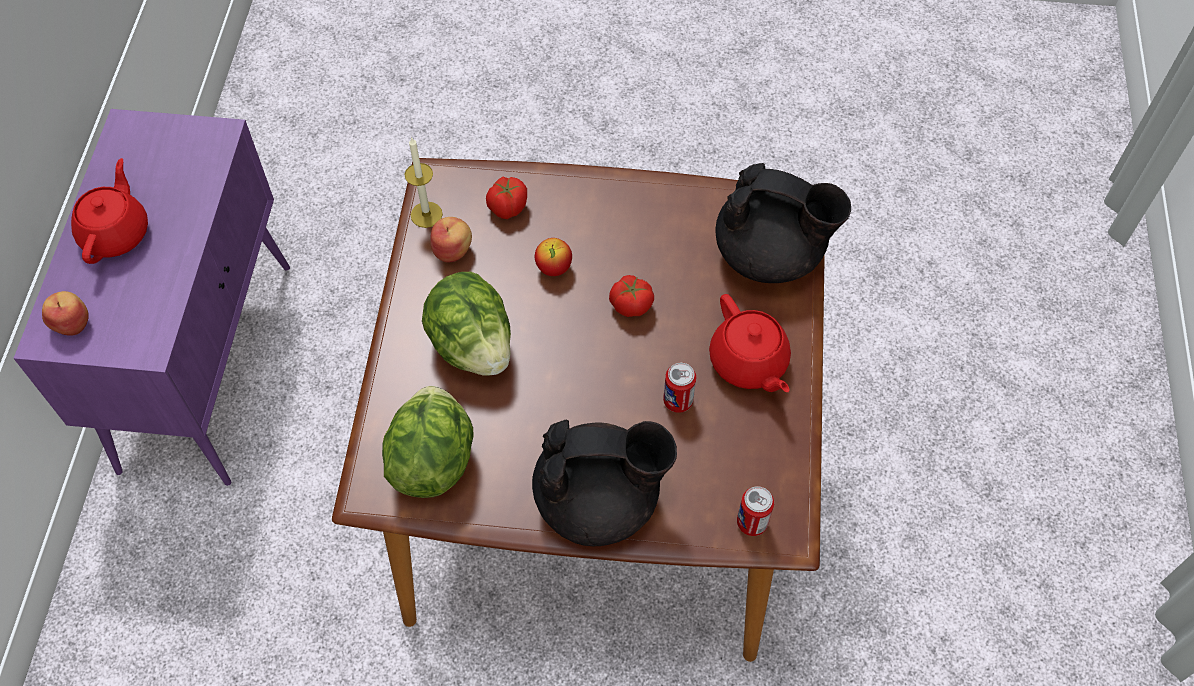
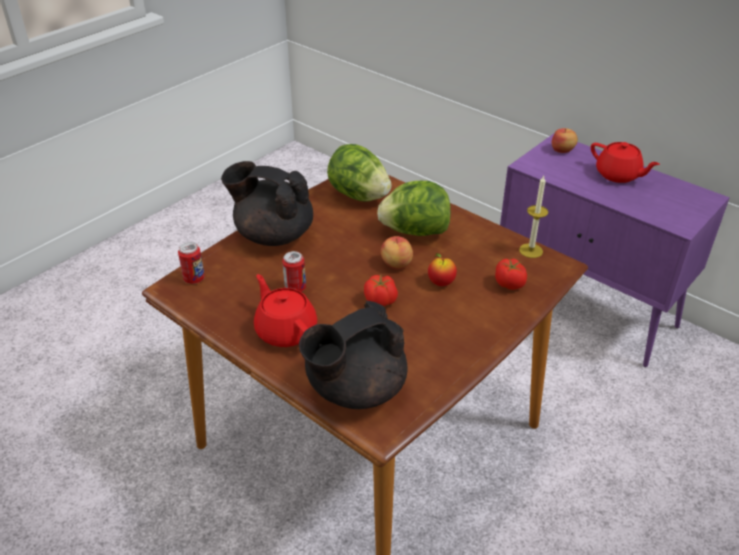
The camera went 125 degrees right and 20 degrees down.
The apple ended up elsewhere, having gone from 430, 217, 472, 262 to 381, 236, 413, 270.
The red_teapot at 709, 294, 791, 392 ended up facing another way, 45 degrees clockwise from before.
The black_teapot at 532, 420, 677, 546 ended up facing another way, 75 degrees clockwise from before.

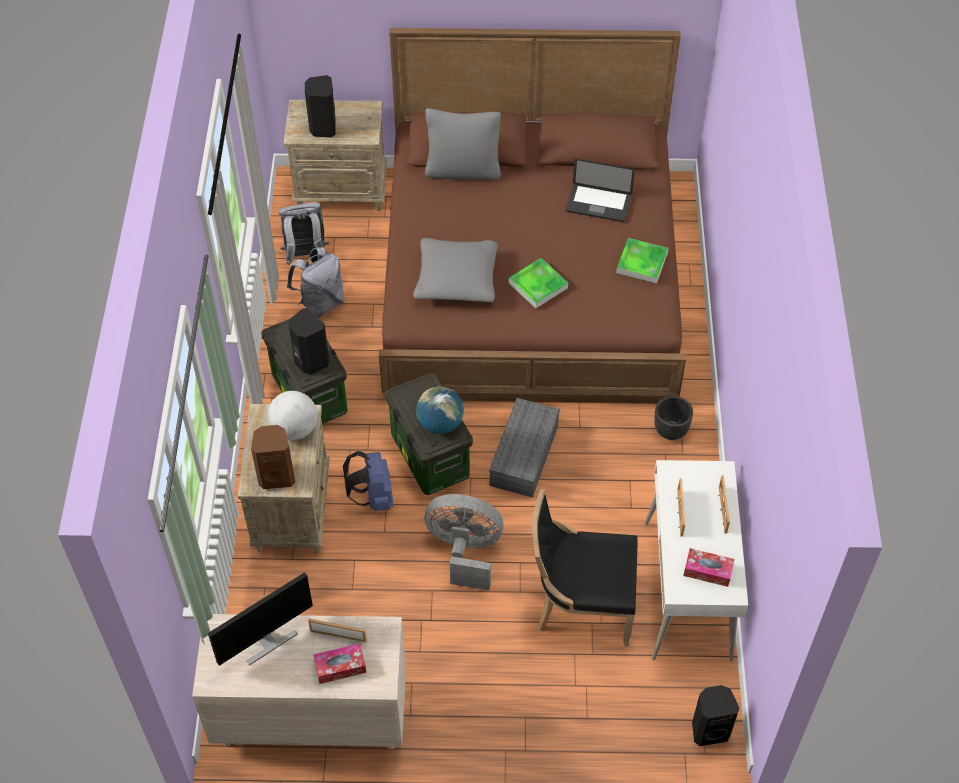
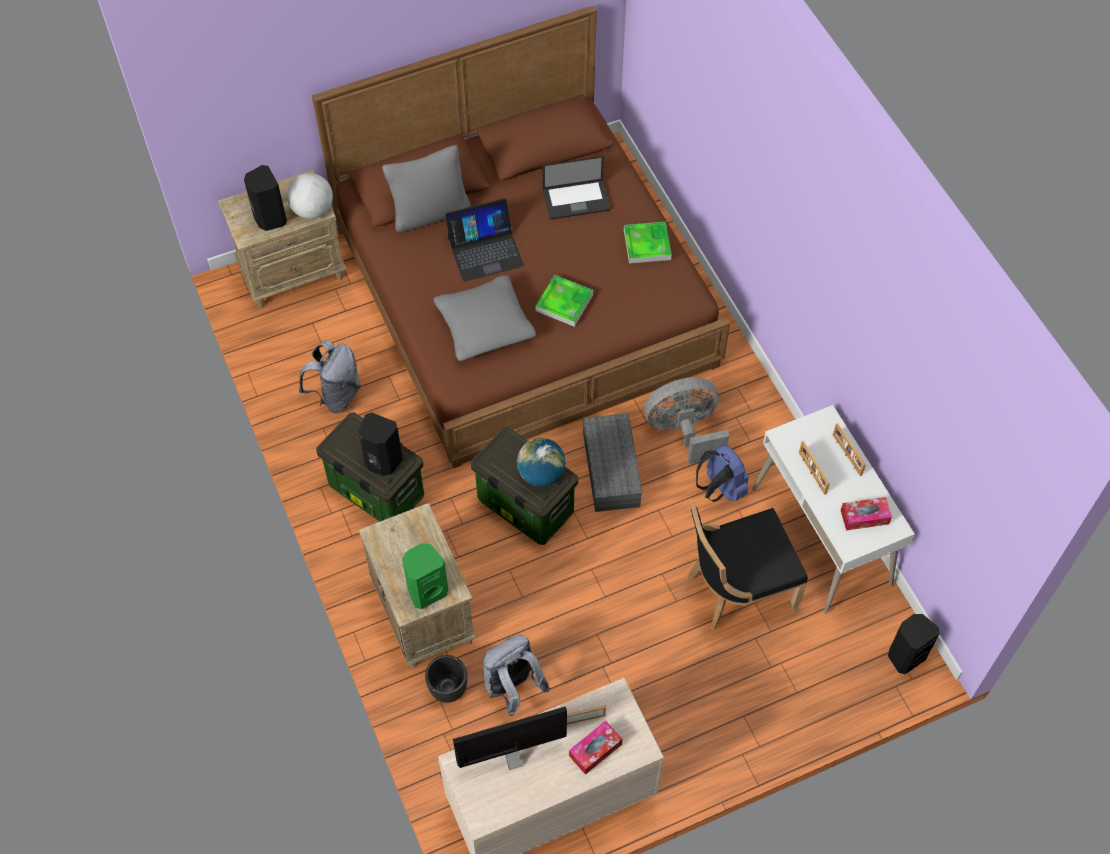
The camera went 25 degrees left and 5 degrees up.
The grey_backpack ended up elsewhere, having gone from 278, 202, 329, 266 to 483, 635, 550, 716.
The globe ended up elsewhere, having gone from 267, 391, 317, 440 to 287, 173, 333, 219.
The black_planter ended up elsewhere, having gone from 654, 396, 693, 440 to 425, 655, 467, 703.
What was the brown_speaker at 251, 425, 295, 489 turned into the green_speaker at 402, 544, 448, 609.
The blue_backpack ended up elsewhere, having gone from 343, 451, 394, 511 to 696, 445, 749, 502.
The grey_fan ended up elsewhere, having gone from 424, 494, 503, 591 to 644, 377, 729, 464.
The monitor at 208, 572, 313, 666 ended up facing another way, 135 degrees counterclockwise from before.
The second view gained the laptop at 445, 198, 524, 282.

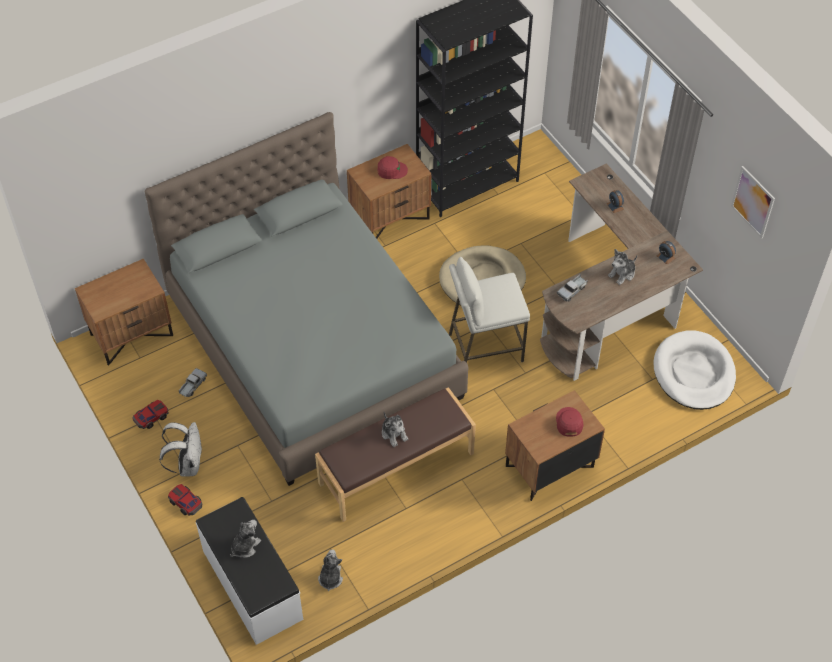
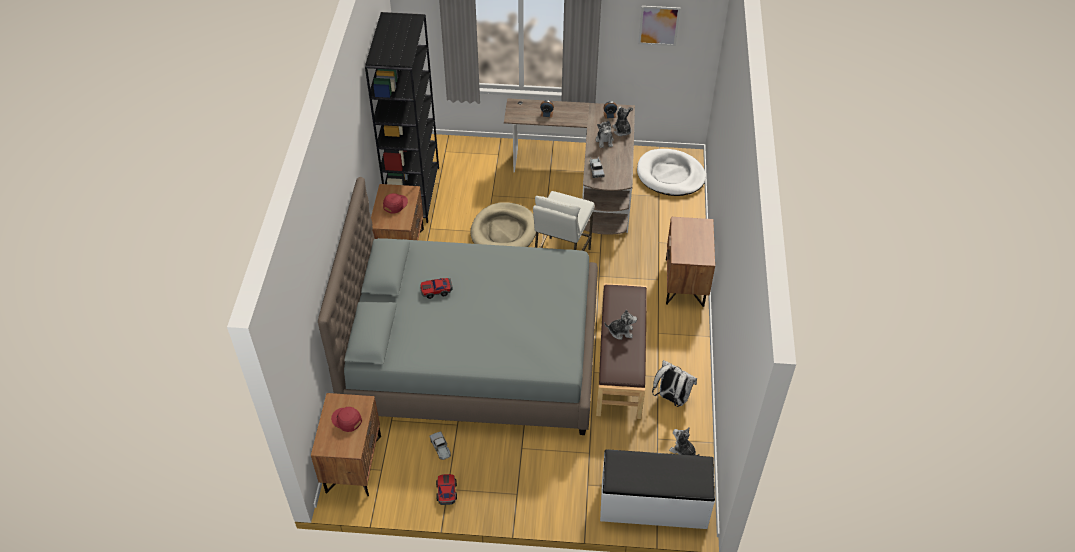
The camera went 55 degrees left and 5 degrees down.
The red_cap ended up elsewhere, having gone from 556, 407, 583, 437 to 331, 407, 362, 432.
The white_backpack ended up elsewhere, having gone from 159, 422, 203, 477 to 652, 360, 697, 407.
The toy_car ended up elsewhere, having gone from 168, 484, 203, 516 to 420, 278, 453, 299.
The plush_toy ended up elsewhere, having gone from 230, 520, 261, 558 to 613, 107, 631, 136.

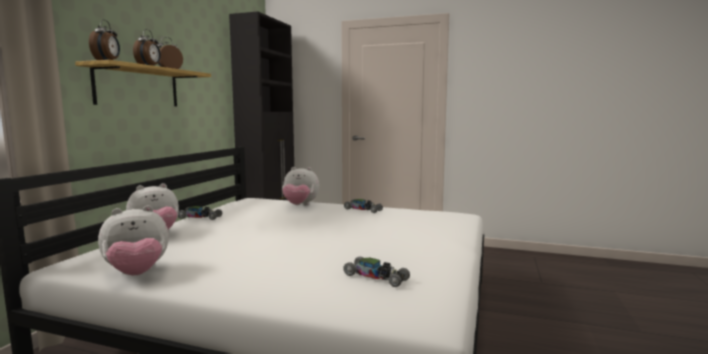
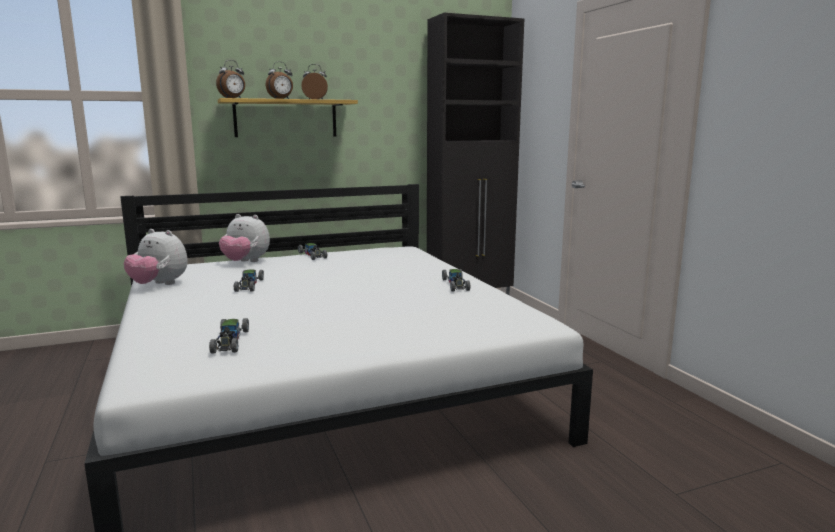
The camera went 50 degrees right and 5 degrees up.
The second view lost the plush_toy at 282, 167, 319, 206.
The second view gained the toy_car at 234, 269, 264, 292.

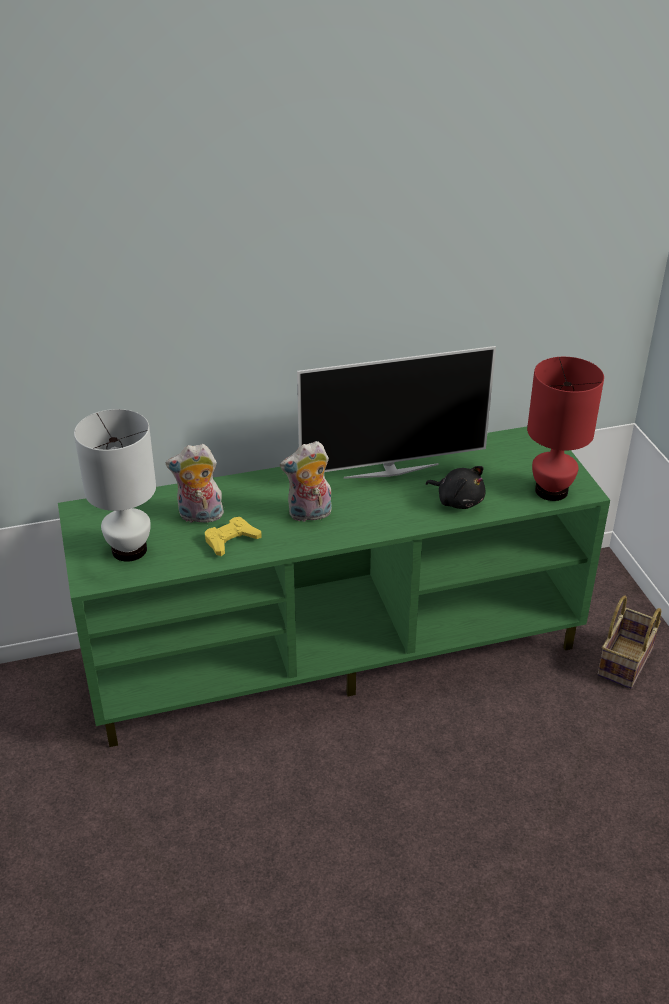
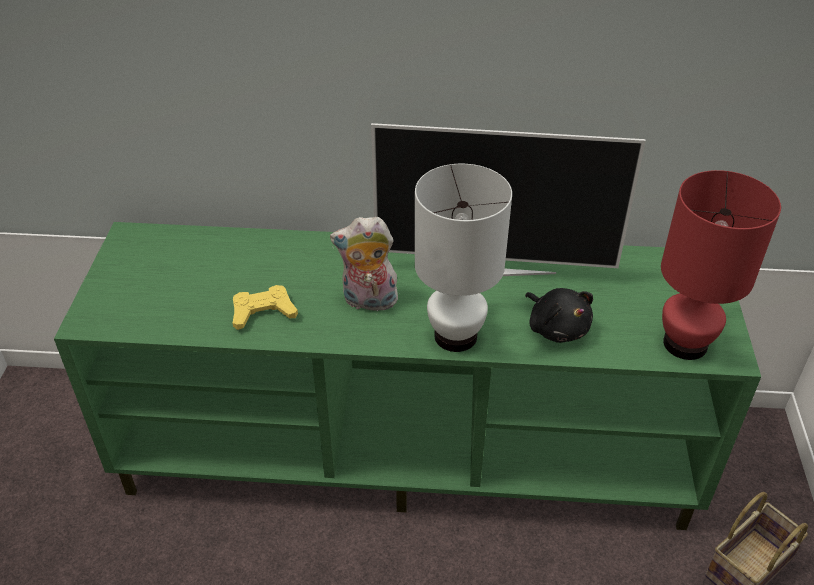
The camera went 20 degrees right and 5 degrees up.
The white_table_lamp ended up elsewhere, having gone from 74, 409, 156, 562 to 415, 164, 512, 352.
The second view lost the plush_toy at 166, 444, 225, 523.

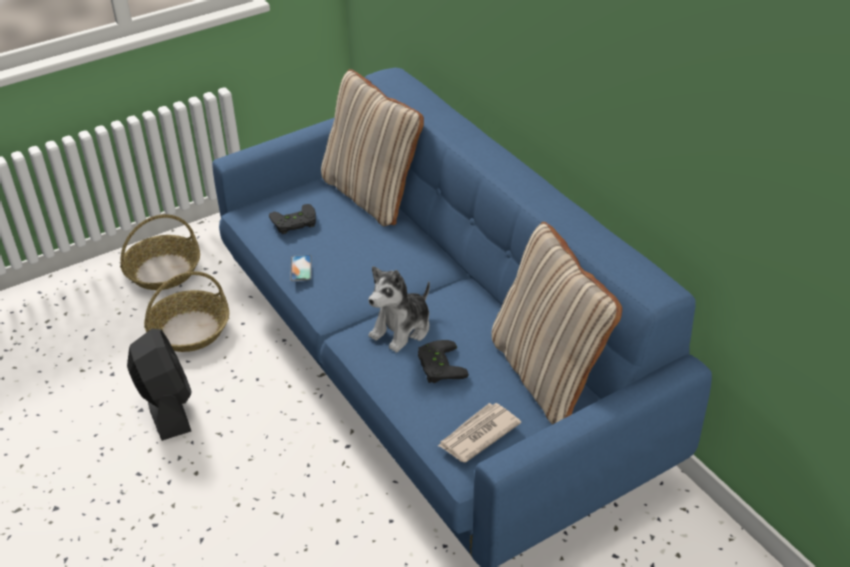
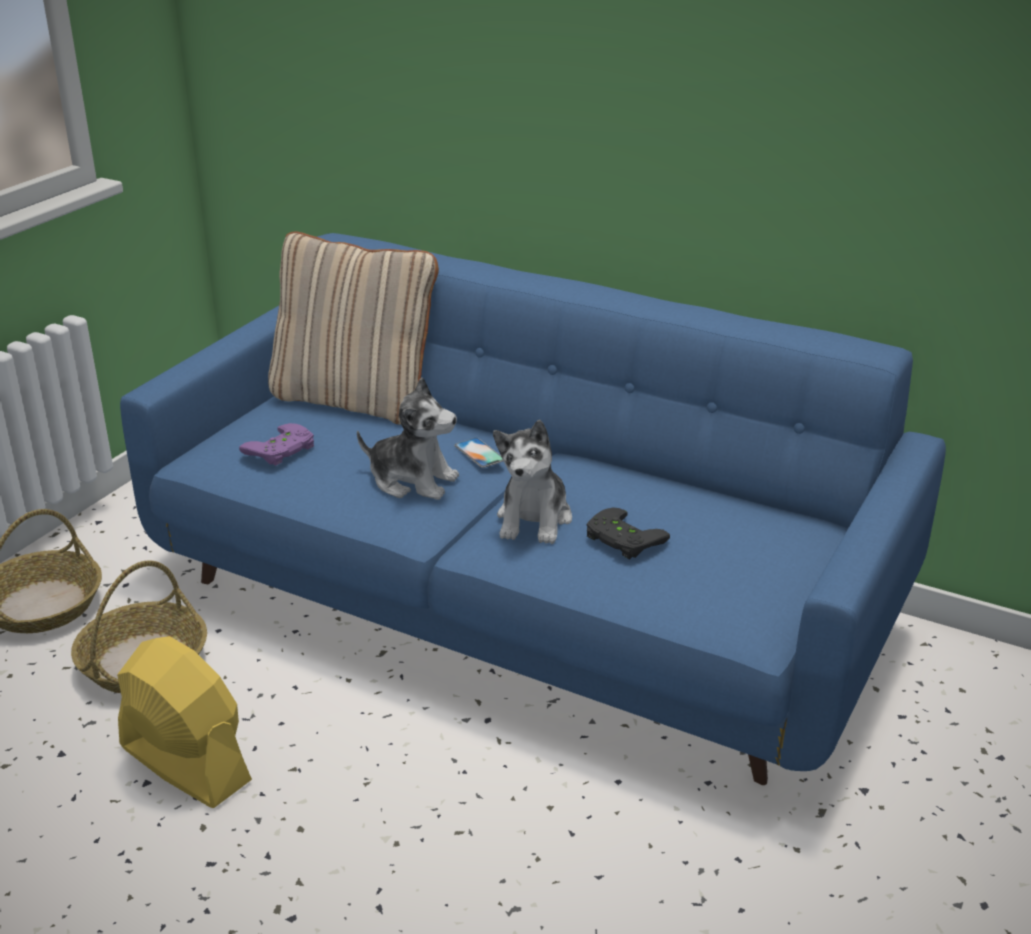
The camera went 30 degrees left and 10 degrees down.
What was the black_game_controller at 269, 204, 316, 234 turned into the purple_game_controller at 239, 423, 314, 466.
The second view lost the beige_pillow at 491, 222, 622, 425.
The phone ended up elsewhere, having gone from 290, 255, 312, 281 to 454, 438, 503, 468.
What was the black_fan at 127, 329, 191, 441 turned into the yellow_fan at 117, 636, 252, 808.
The second view lost the newspaper at 438, 403, 521, 463.
The second view gained the plush_toy at 357, 377, 459, 500.

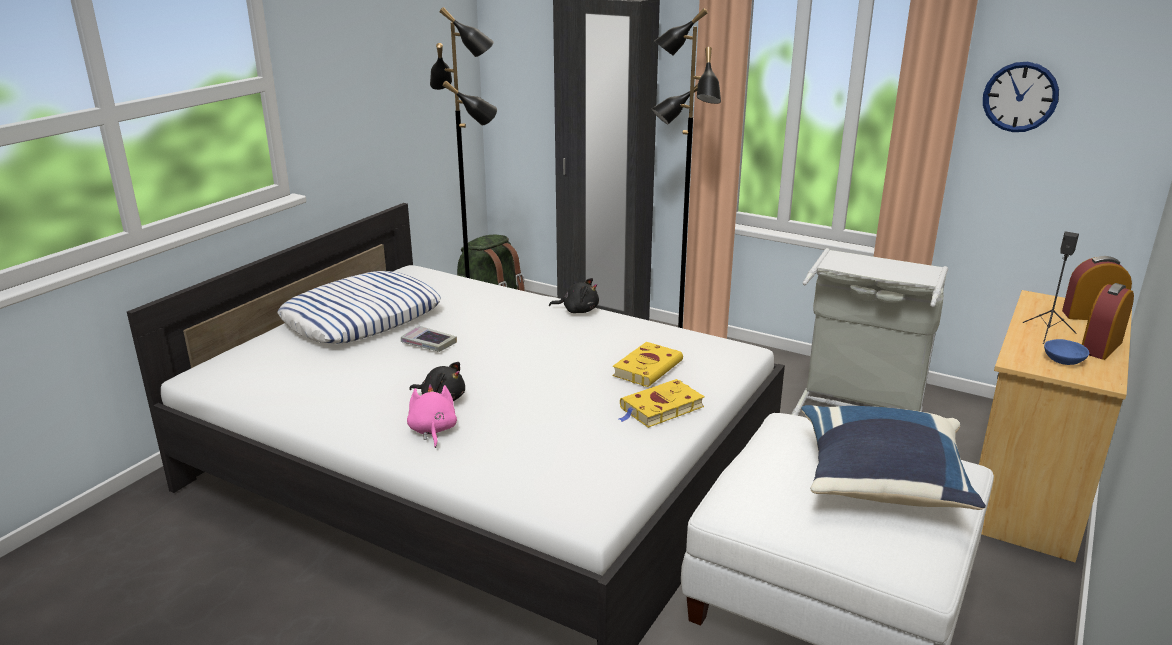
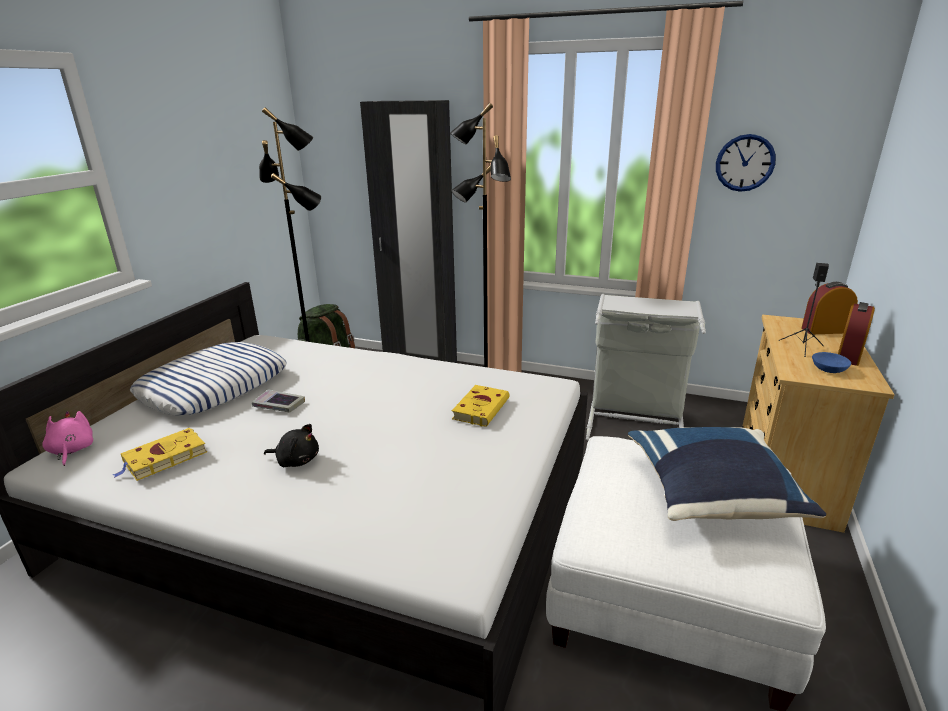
The camera went 10 degrees left and 0 degrees up.
The second view lost the black_plush_toy at 549, 278, 599, 313.
The yellow_book ended up elsewhere, having gone from 619, 379, 705, 428 to 113, 428, 207, 481.
The pink_plush_toy ended up elsewhere, having gone from 407, 384, 457, 448 to 42, 411, 93, 466.

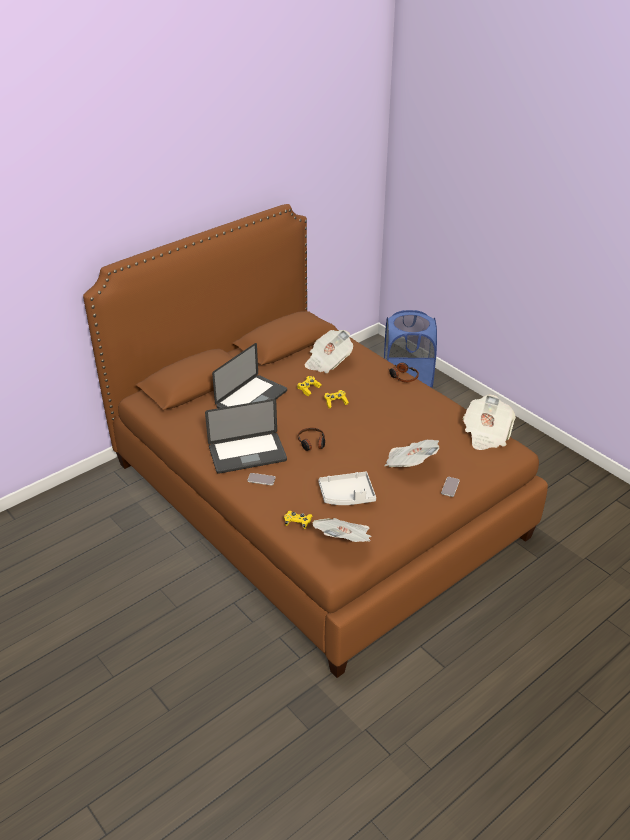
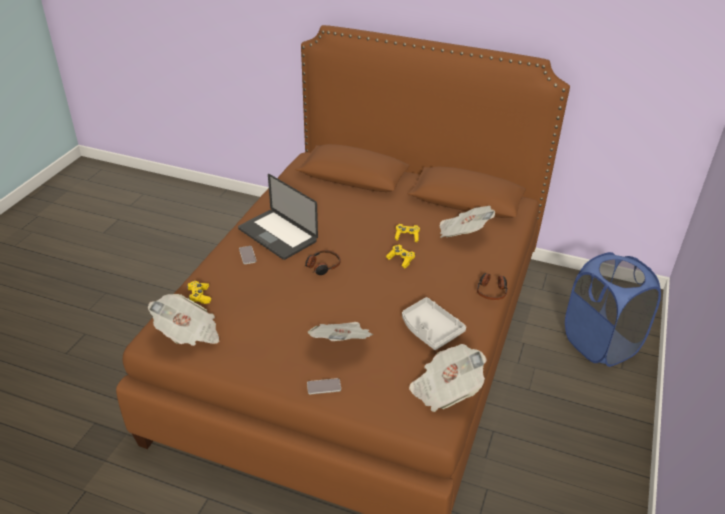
The camera went 60 degrees right and 0 degrees up.
The second view lost the laptop at 212, 343, 287, 408.
The grey_tray ended up elsewhere, having gone from 318, 472, 376, 505 to 402, 297, 466, 350.

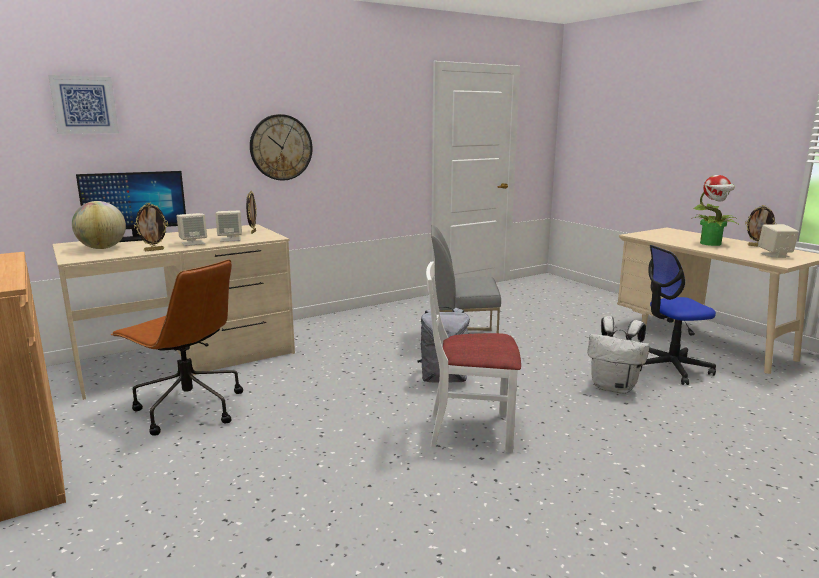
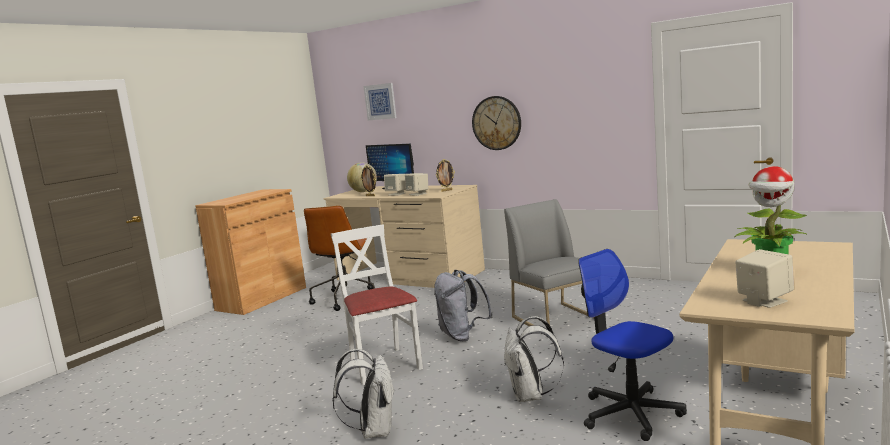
The camera went 65 degrees right and 5 degrees down.
The second view lost the picture_frame at 745, 205, 775, 247.
The second view gained the white_backpack at 332, 349, 395, 438.

